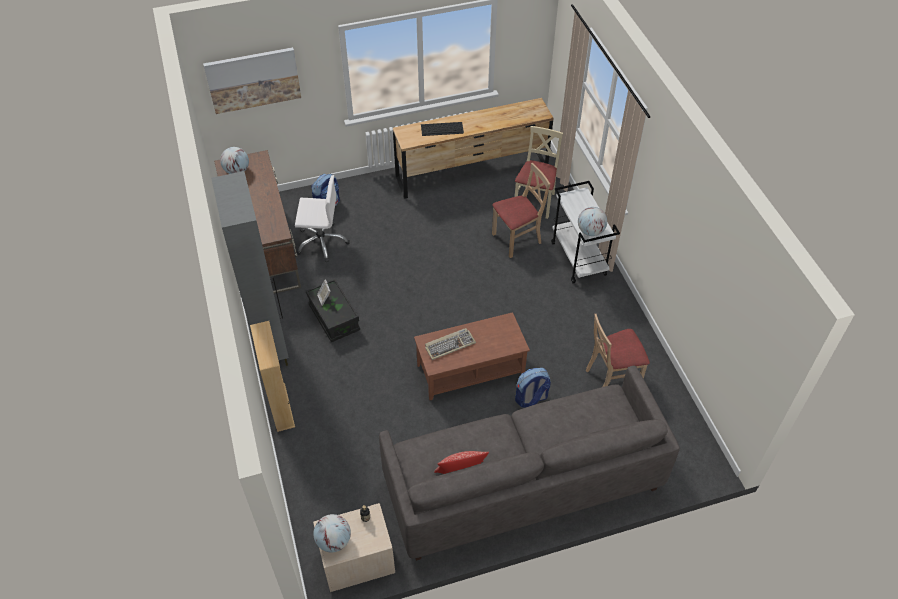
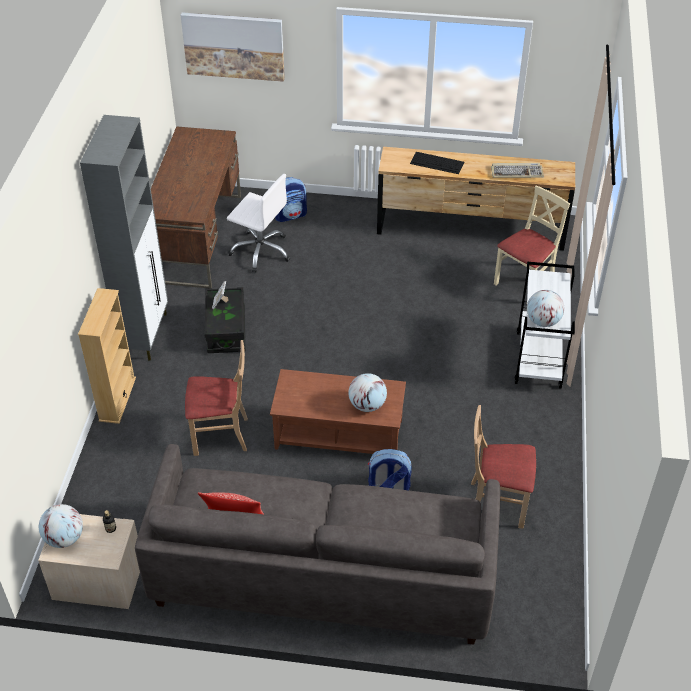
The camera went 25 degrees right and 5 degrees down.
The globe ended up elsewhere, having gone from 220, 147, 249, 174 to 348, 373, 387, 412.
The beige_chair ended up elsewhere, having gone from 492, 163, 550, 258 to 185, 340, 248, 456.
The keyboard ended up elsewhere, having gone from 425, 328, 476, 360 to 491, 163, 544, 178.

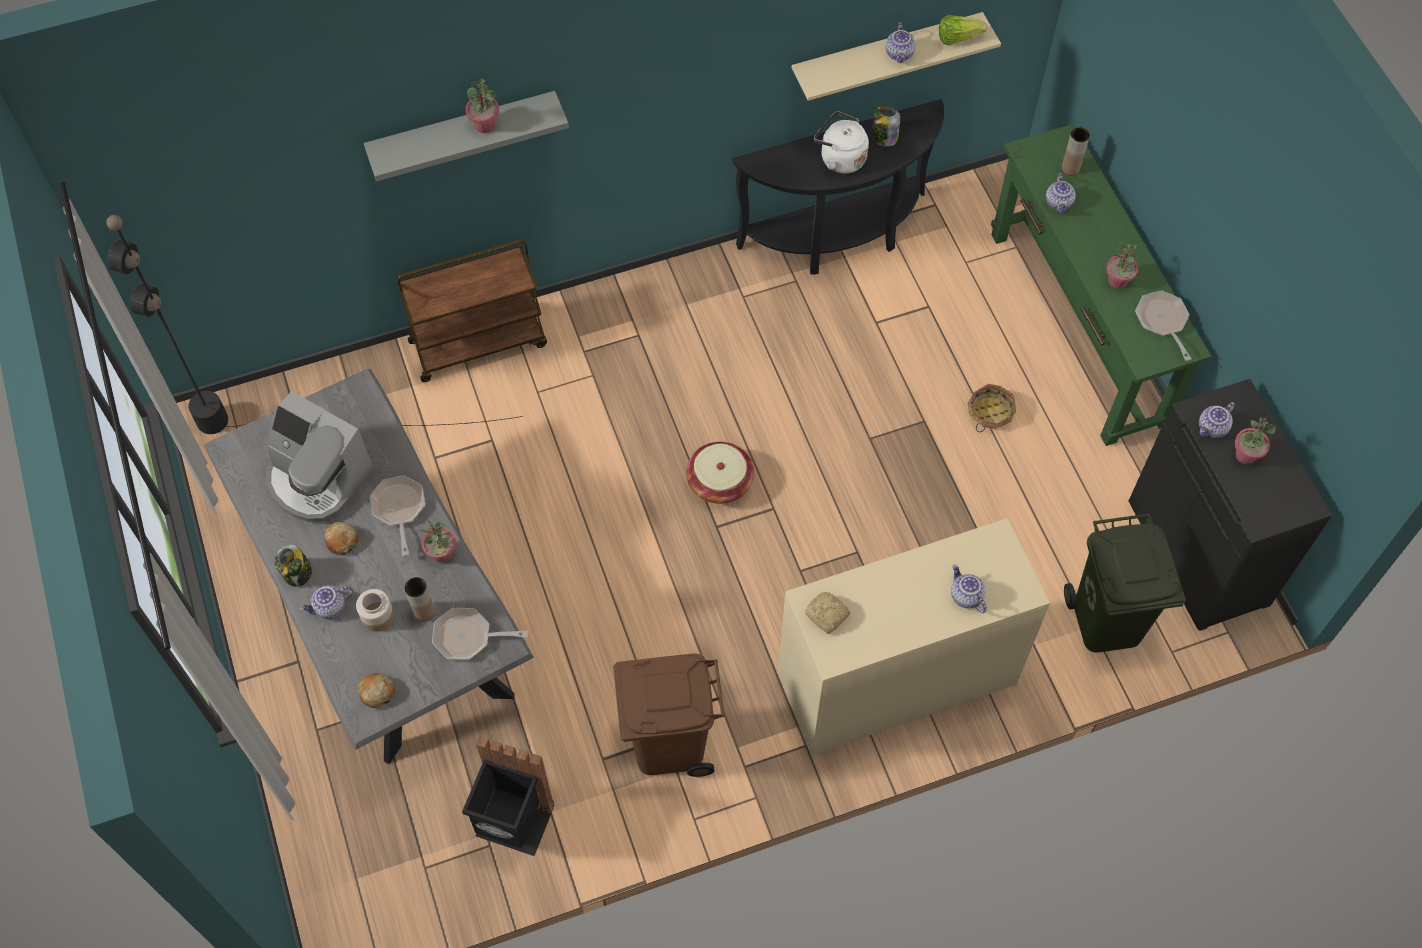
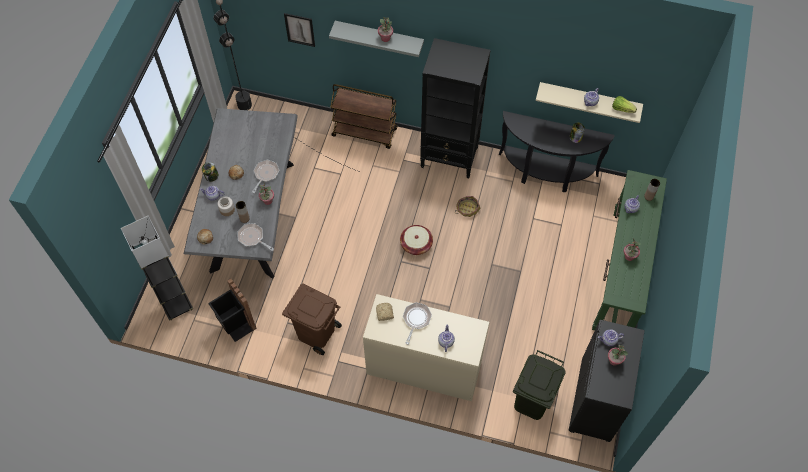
The camera went 35 degrees right and 0 degrees up.
The second view lost the white_kettle at 814, 111, 869, 174.
The frying_pan ended up elsewhere, having gone from 1135, 290, 1191, 361 to 403, 302, 432, 345.
The basket ended up elsewhere, having gone from 967, 384, 1016, 432 to 456, 196, 481, 217.
The second view lost the coffee_machine at 266, 391, 374, 522.
The second view gained the picture at 284, 13, 315, 47.
The second view gained the black_bookcase at 420, 38, 491, 178.
The second view gained the grey_floor_lamp at 121, 216, 193, 321.

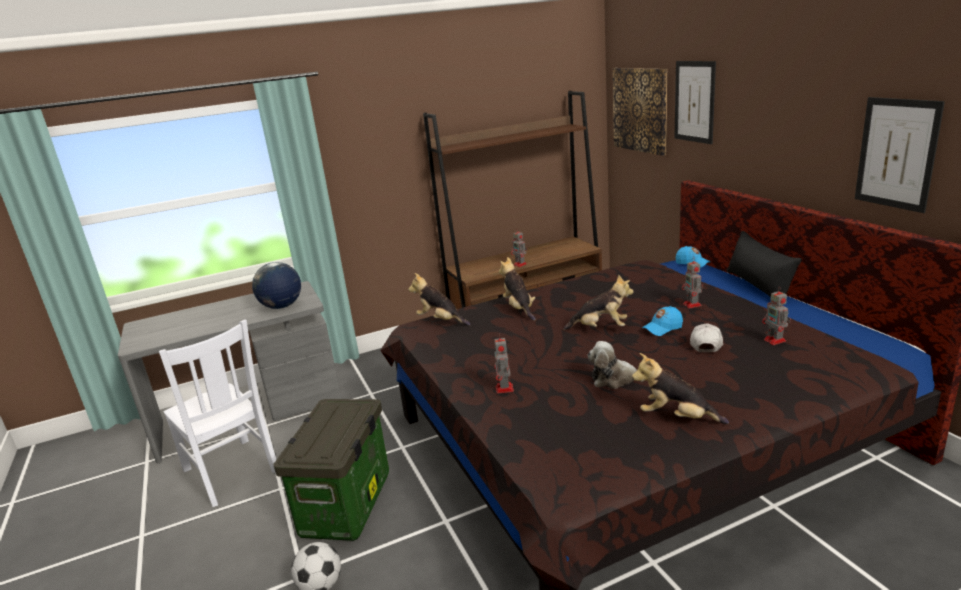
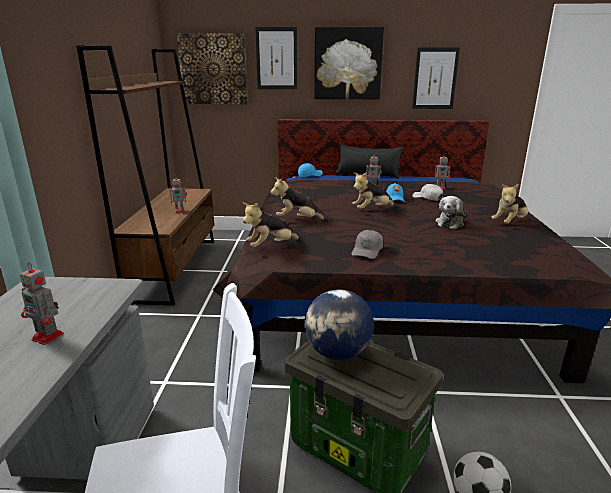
The camera went 65 degrees left and 0 degrees up.
The globe ended up elsewhere, having gone from 252, 262, 301, 309 to 304, 289, 374, 360.
The plush_toy at 563, 274, 634, 330 ended up facing another way, 150 degrees counterclockwise from before.
The toy_robot ended up elsewhere, having gone from 494, 333, 514, 394 to 20, 262, 64, 345.
The second view gained the picture at 314, 27, 384, 100.
The second view gained the grey_cap at 351, 230, 383, 259.

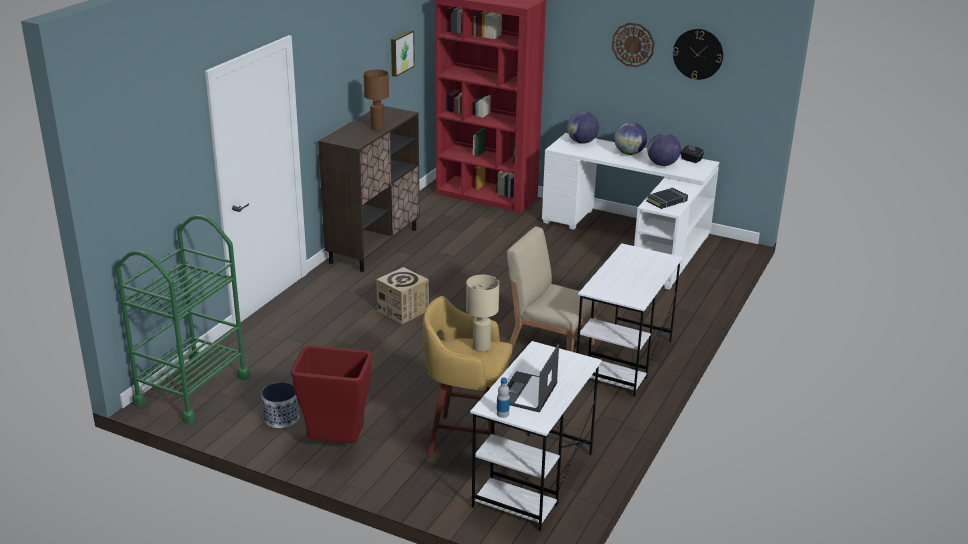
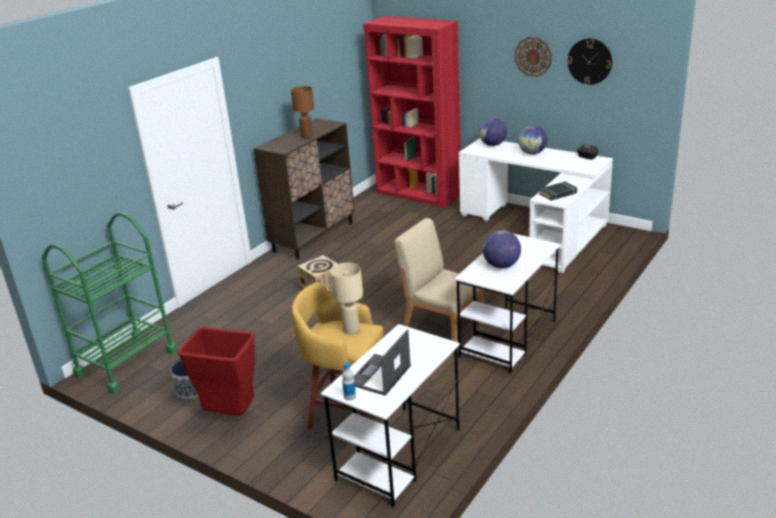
The camera went 10 degrees right and 0 degrees up.
The second view lost the picture at 391, 30, 415, 77.
The globe ended up elsewhere, having gone from 647, 133, 681, 166 to 482, 230, 521, 268.

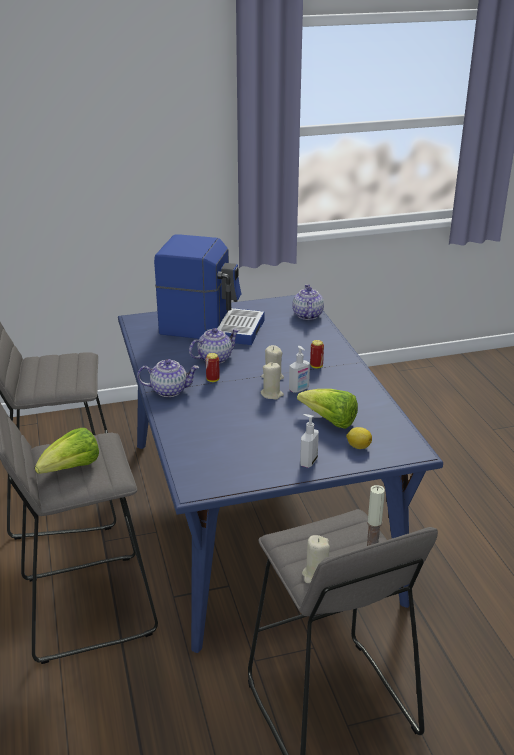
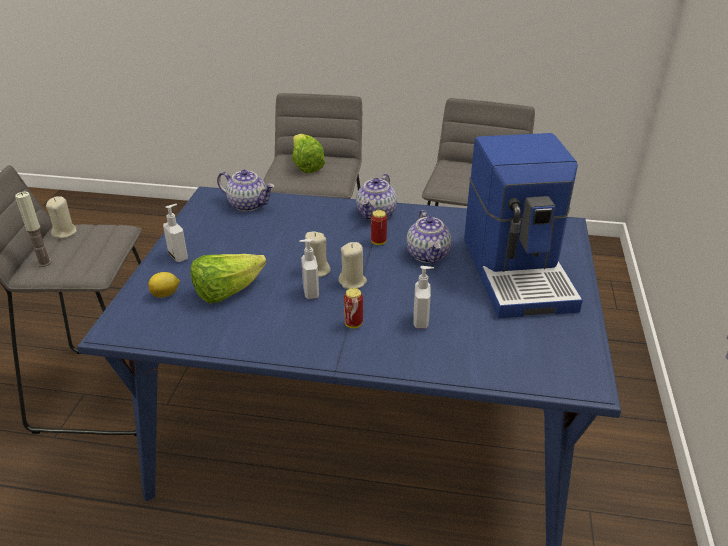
The camera went 115 degrees right and 5 degrees up.
The coffee_machine at 154, 235, 264, 345 ended up facing another way, 45 degrees counterclockwise from before.
The teapot ended up elsewhere, having gone from 293, 284, 324, 320 to 217, 170, 274, 212.
The second view gained the soap_dispenser at 414, 266, 434, 329.

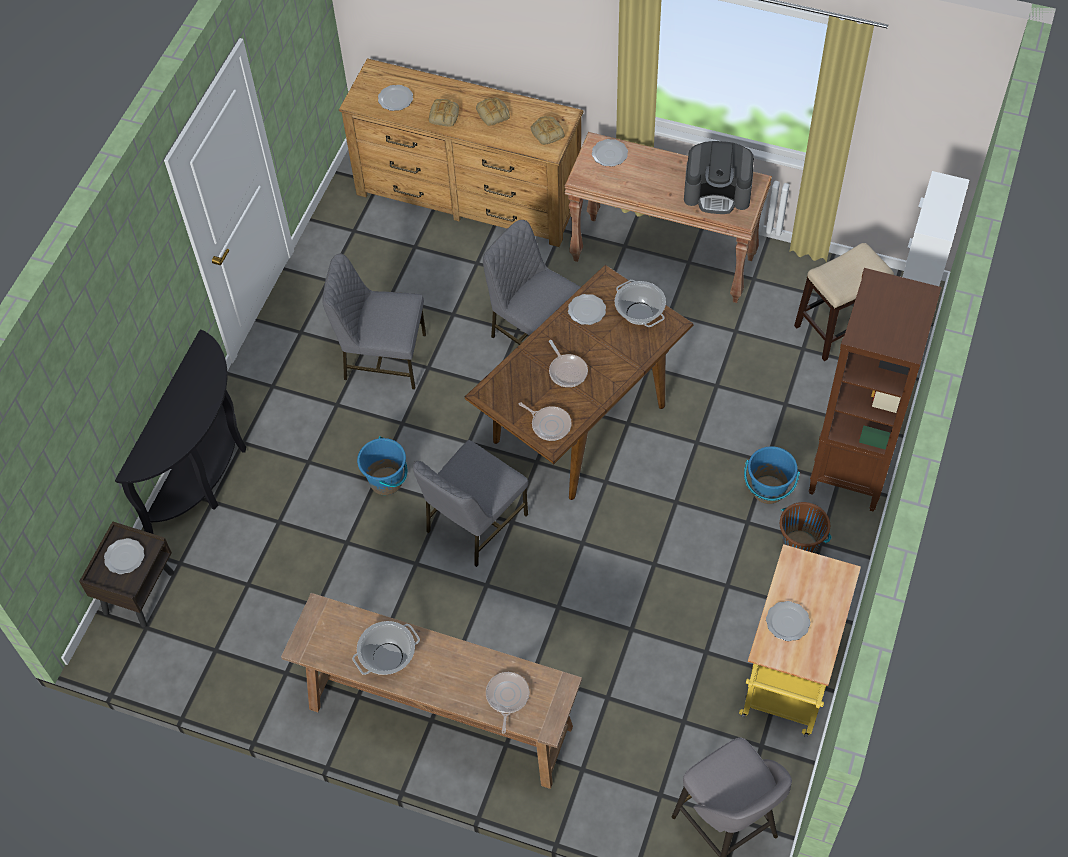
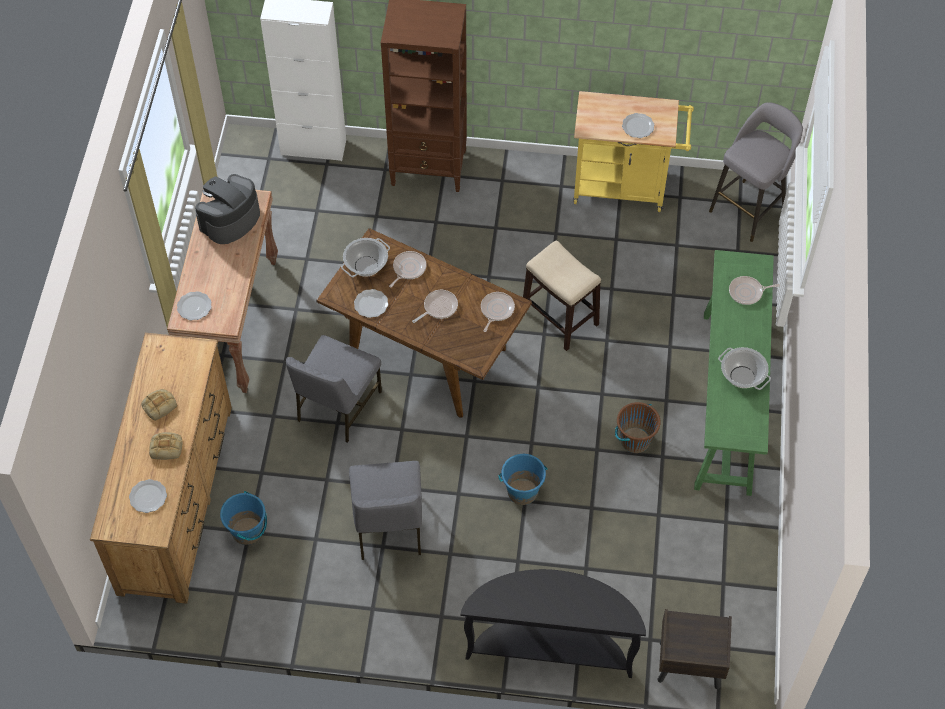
The camera went 105 degrees left and 0 degrees up.
The second view lost the bread at 531, 116, 565, 145.
The coffee_machine at 684, 141, 754, 214 ended up facing another way, 135 degrees counterclockwise from before.
The stool ended up elsewhere, having gone from 794, 243, 894, 361 to 523, 241, 601, 351.
The second view lost the grey_chair at 413, 440, 529, 567.
The blue_bucket ended up elsewhere, having gone from 744, 446, 800, 504 to 220, 491, 267, 545.
The brown_bucket ended up elsewhere, having gone from 780, 502, 831, 553 to 615, 402, 661, 453.
The second view lost the plate at 104, 538, 144, 574.
What was the brown_console_table at 281, 593, 582, 789 turned into the green_console_table at 694, 250, 774, 496.
The second view gained the frying_pan at 389, 251, 427, 287.

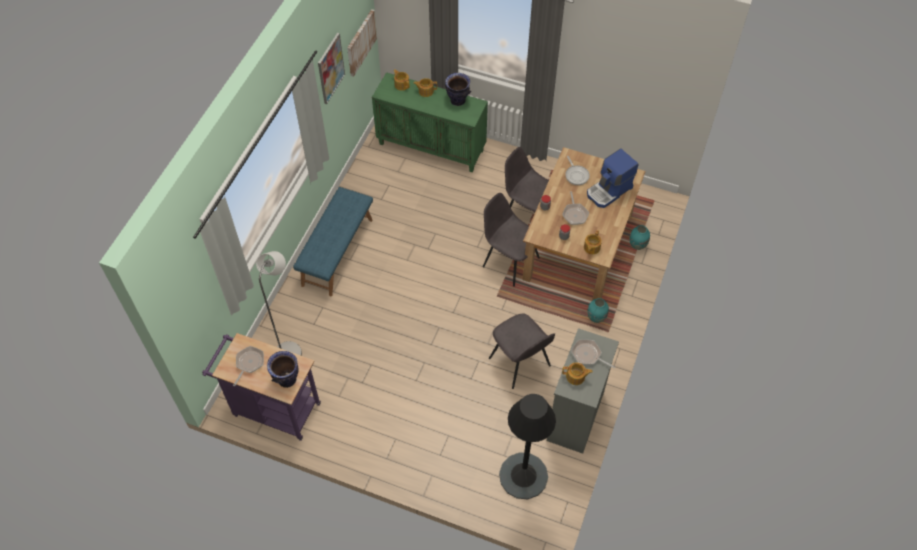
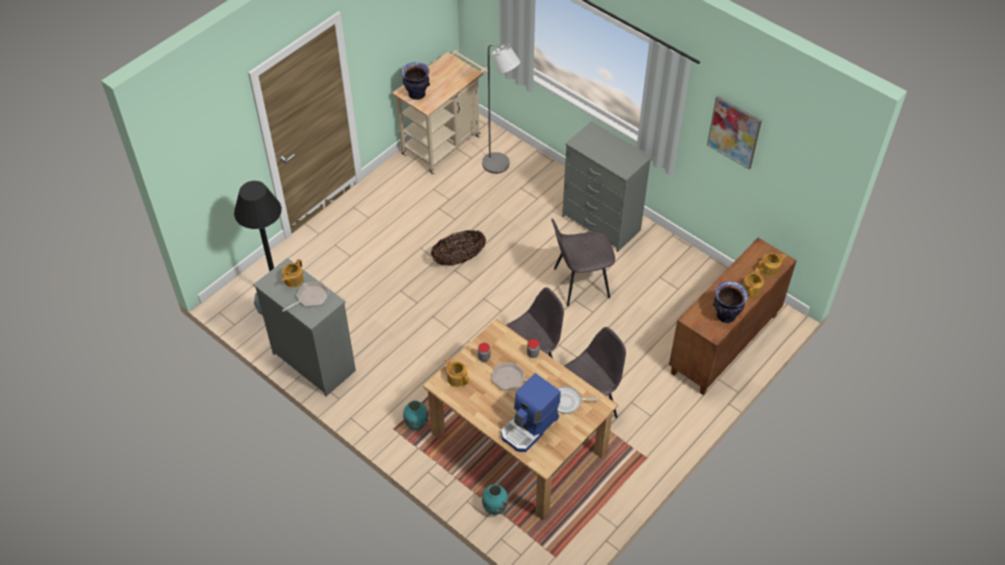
The camera went 110 degrees right and 5 degrees down.
The second view lost the picture at 347, 9, 377, 77.
What was the green_cabinet at 372, 72, 488, 173 turned into the brown_cabinet at 669, 238, 797, 395.
The coffee_machine at 587, 148, 639, 208 ended up facing another way, 120 degrees counterclockwise from before.
Where the blue_bench stood at 293, 187, 373, 296, the grey_dresser came to stand at 562, 121, 652, 252.
The grey_chair ended up elsewhere, having gone from 489, 313, 555, 389 to 551, 219, 615, 306.
What was the purple_cart at 202, 333, 321, 441 turned into the beige_cart at 392, 50, 488, 175.
The second view lost the frying_pan at 233, 346, 264, 386.
The second view gained the basket at 431, 230, 486, 265.

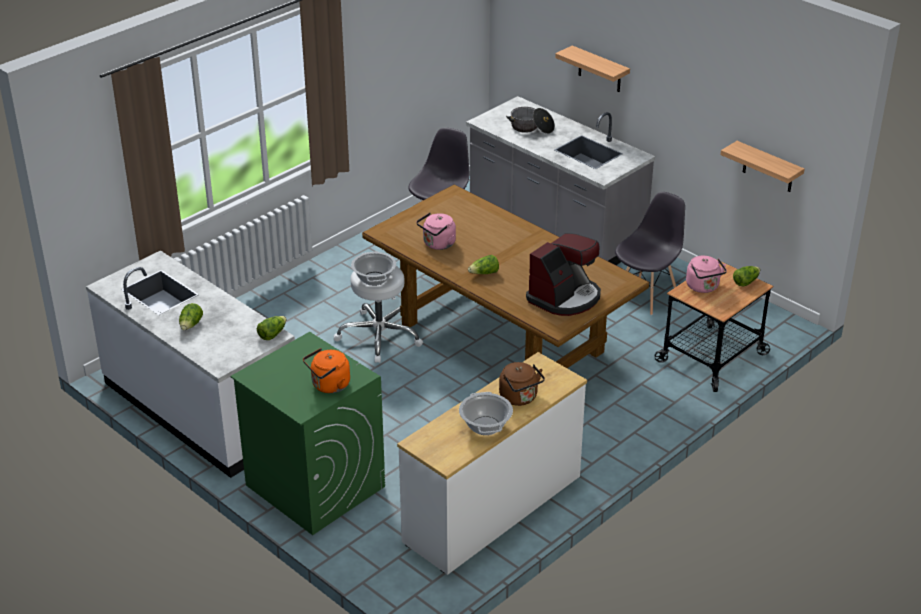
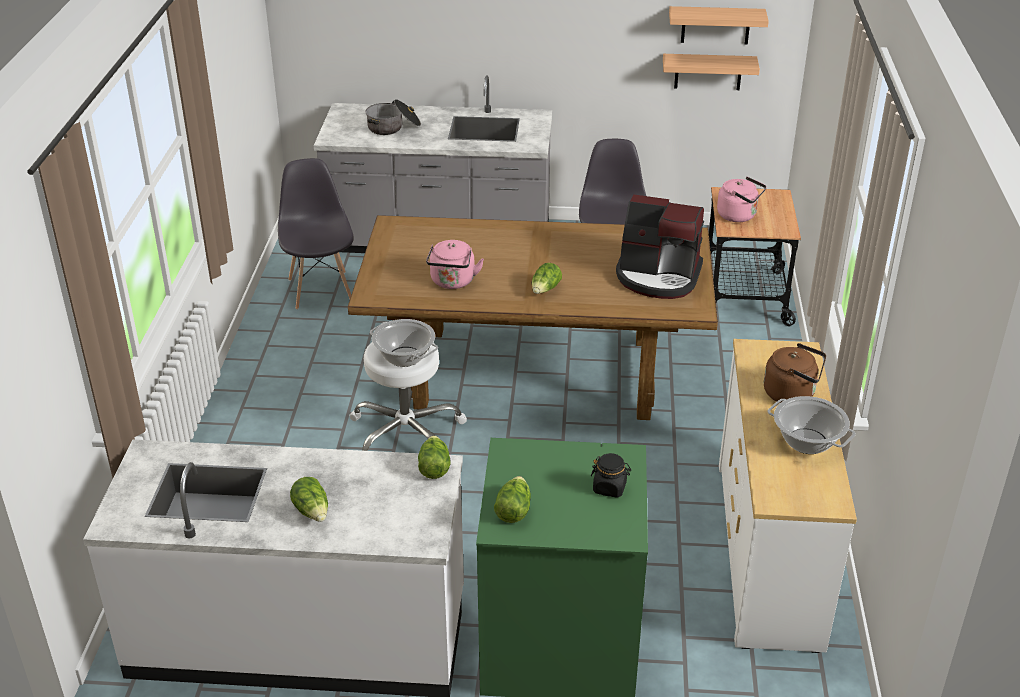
The camera went 40 degrees left and 0 degrees up.
The shelf ended up elsewhere, having gone from 555, 45, 630, 92 to 669, 6, 769, 45.
The coffee_machine at 526, 233, 601, 316 ended up facing another way, 105 degrees clockwise from before.
The lettuce ended up elsewhere, having gone from 733, 266, 760, 286 to 494, 476, 531, 523.
Where the orange_kettle stood at 303, 348, 350, 393, the black_jar came to stand at 591, 453, 631, 498.

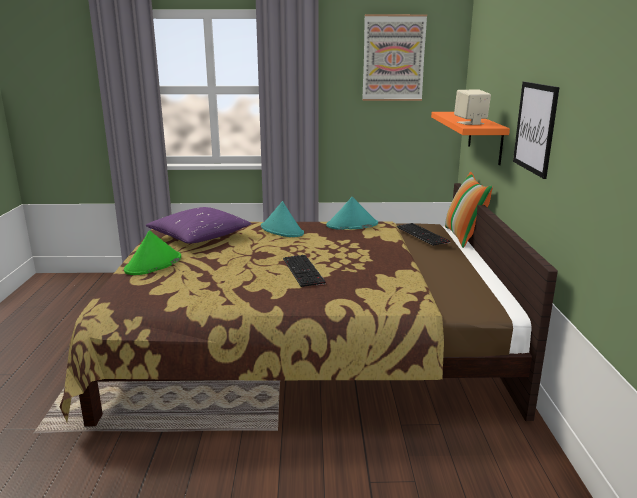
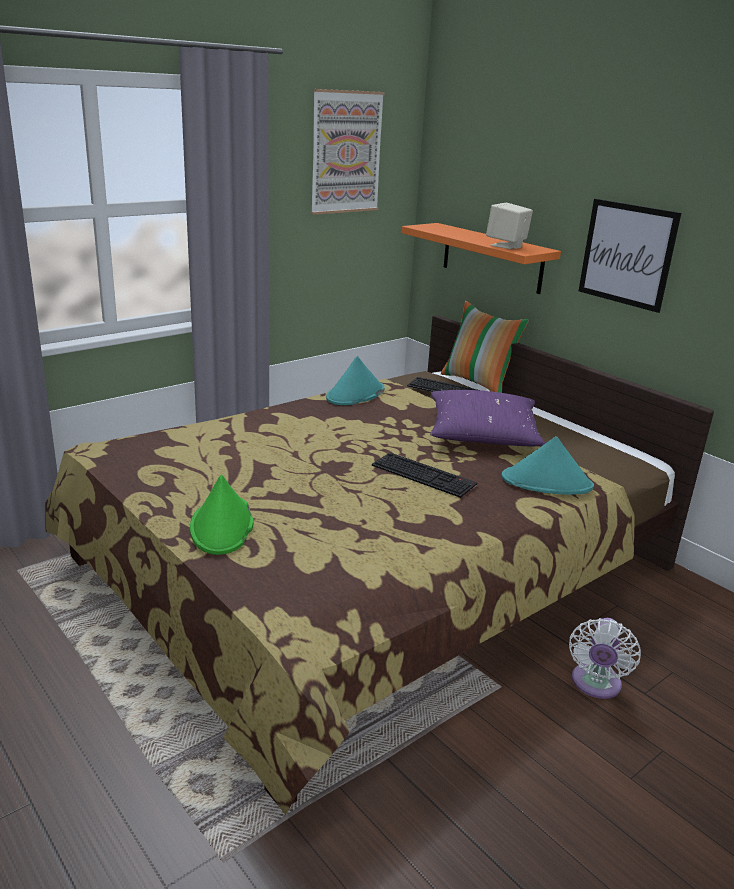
The camera went 40 degrees left and 5 degrees up.
The turquoise_hat ended up elsewhere, having gone from 261, 201, 304, 237 to 501, 436, 594, 495.
The purple_pillow ended up elsewhere, having gone from 146, 207, 252, 244 to 430, 390, 545, 446.
The second view gained the white_fan at 569, 618, 641, 699.

